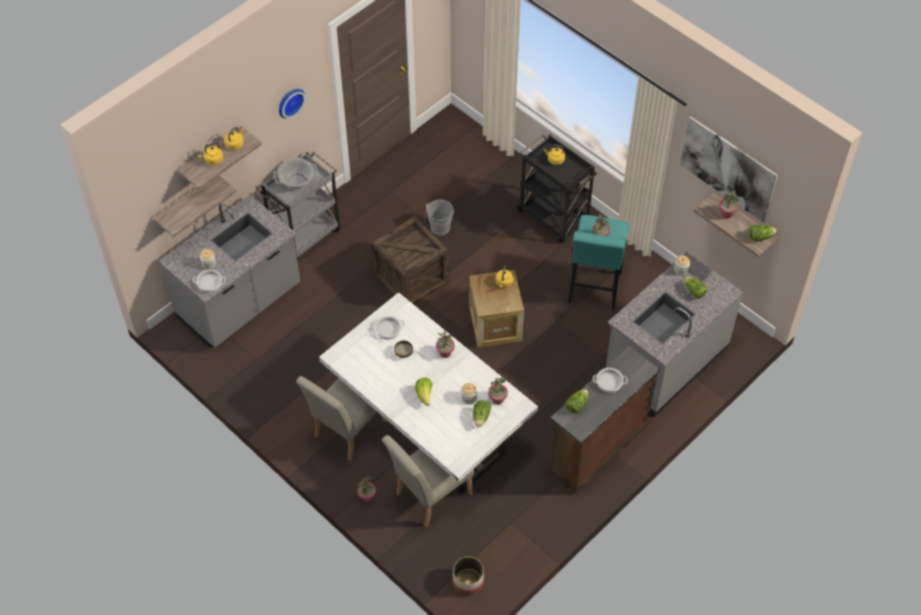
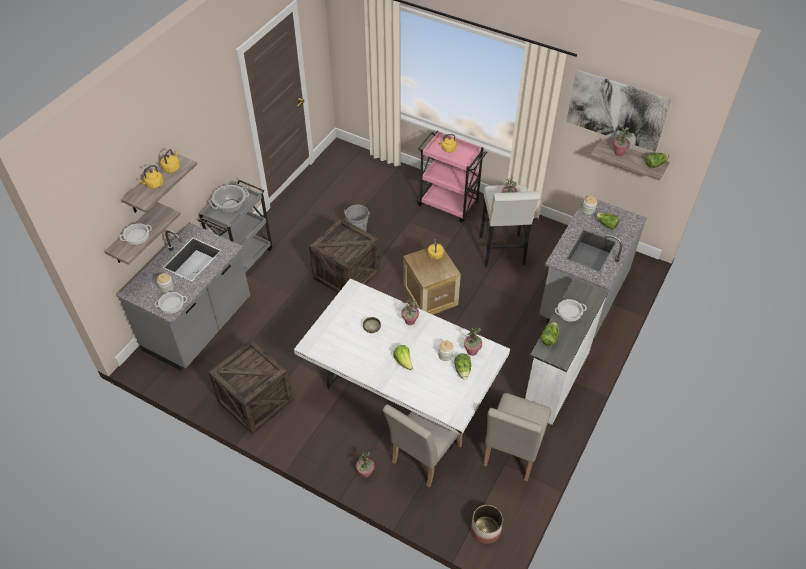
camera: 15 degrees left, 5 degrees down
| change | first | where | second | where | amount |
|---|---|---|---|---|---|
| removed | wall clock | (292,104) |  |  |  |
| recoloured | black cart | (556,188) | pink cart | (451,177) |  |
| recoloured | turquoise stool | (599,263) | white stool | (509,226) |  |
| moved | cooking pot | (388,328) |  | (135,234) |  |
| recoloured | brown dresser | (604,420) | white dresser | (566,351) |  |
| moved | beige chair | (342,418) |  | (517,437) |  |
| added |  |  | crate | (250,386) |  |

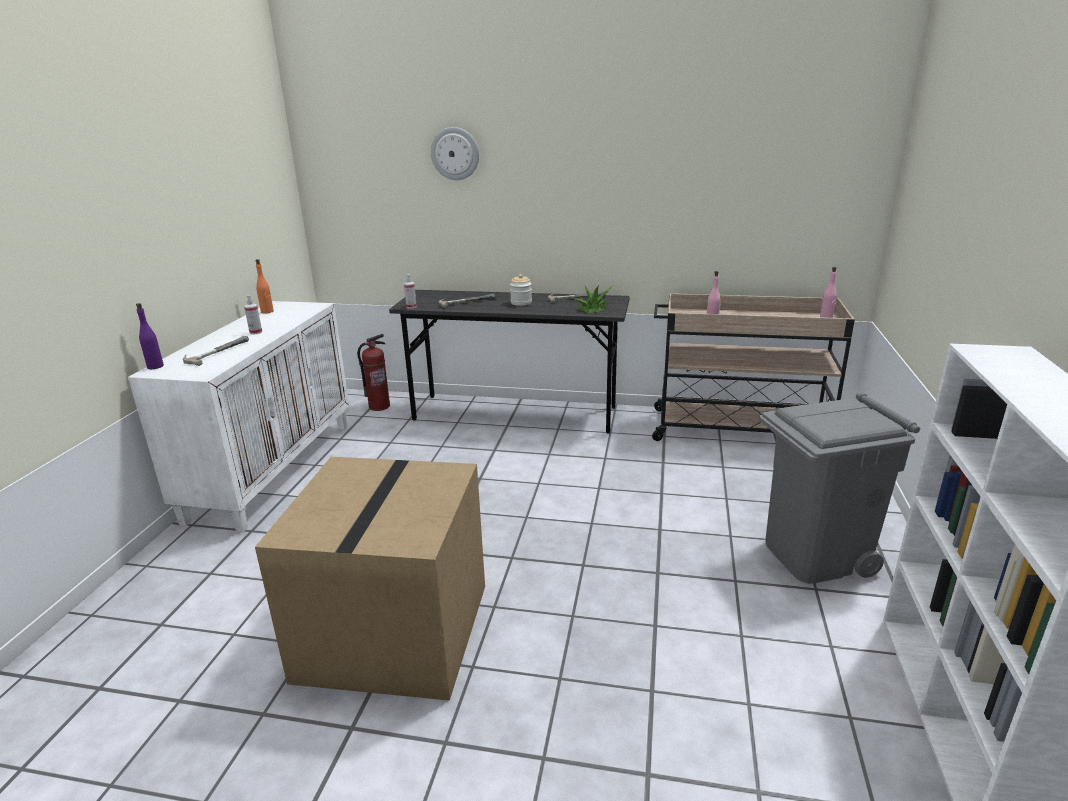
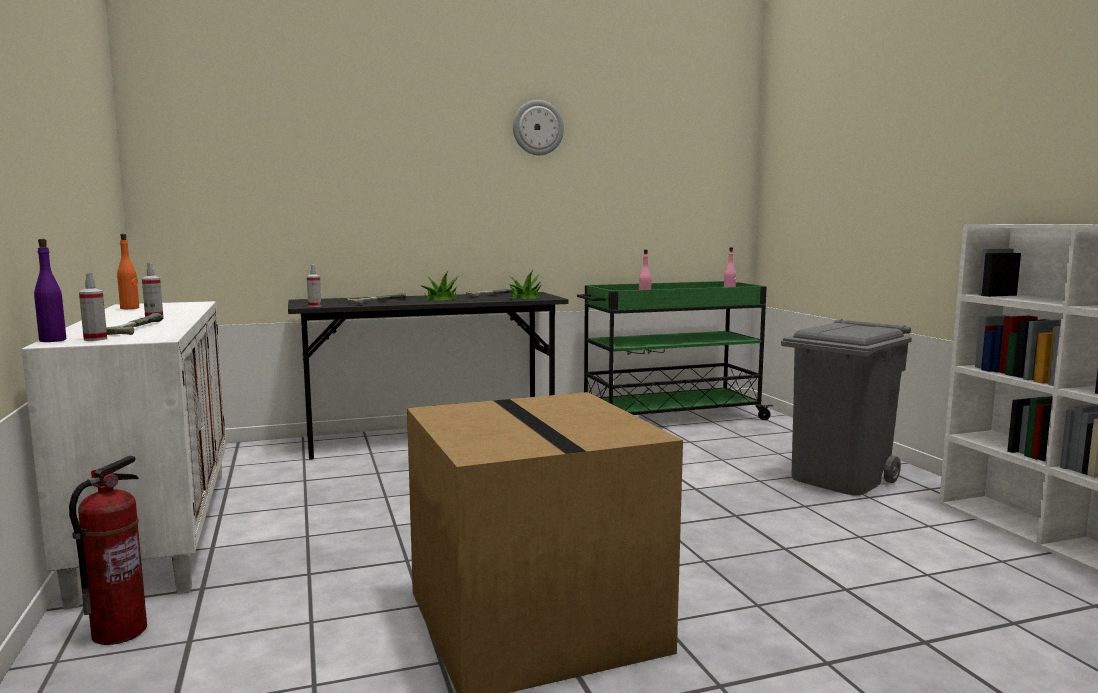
camera: 30 degrees left, 15 degrees down
| change | first | where | second | where | amount |
|---|---|---|---|---|---|
| moved | wall clock | (455,153) |  | (538,127) |  |
| replaced | jar | (521,290) | potted plant | (440,286) |  |
| recoloured | beige cart | (753,367) | green cart | (675,350) |  |
| moved | fire extinguisher | (373,372) |  | (108,550) |  |
| added |  |  | spray bottle | (93,307) |  |

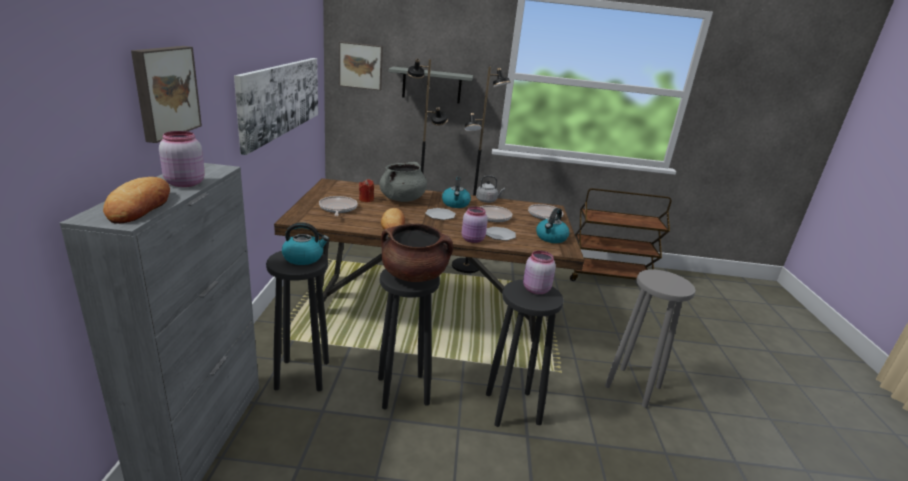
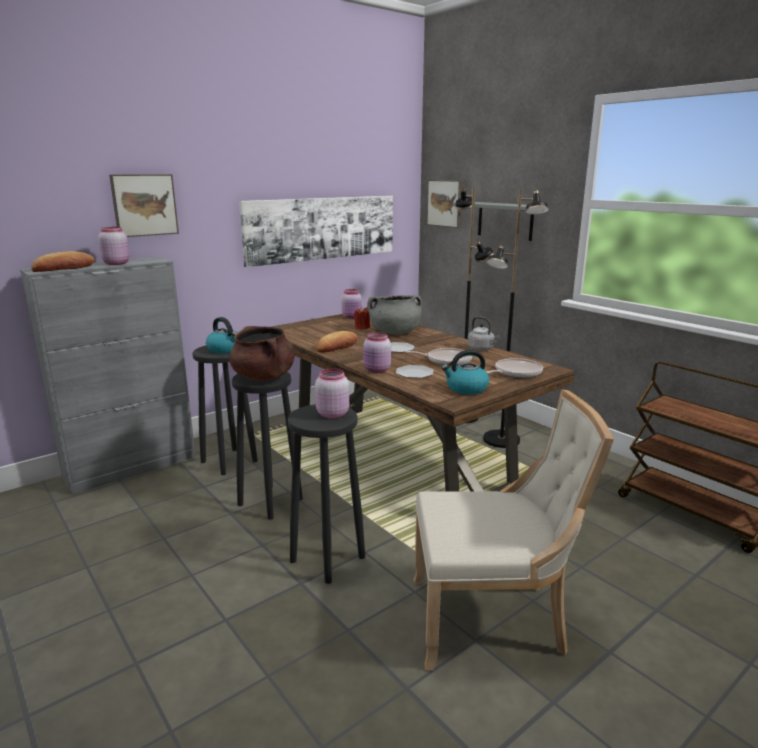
camera: 50 degrees right, 5 degrees down
| change | first | where | second | where | amount |
|---|---|---|---|---|---|
| removed | kettle | (456,192) |  |  |  |
| removed | frying pan | (338,206) |  |  |  |
| replaced | grey stool | (650,338) | beige chair | (514,530) |  |
| added |  |  | pink jar | (351,304) |  |

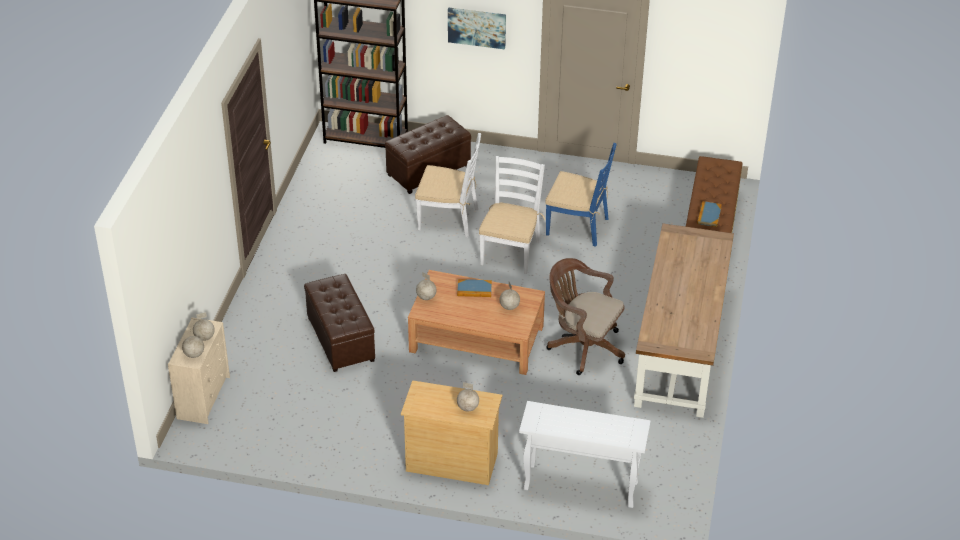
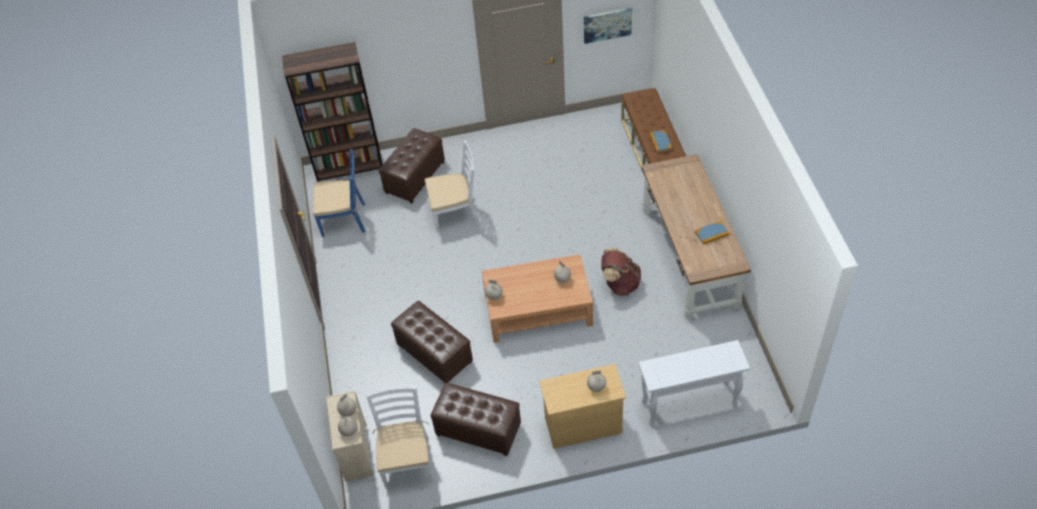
camera: 20 degrees left, 10 degrees up
| change | first | where | second | where | amount |
|---|---|---|---|---|---|
| moved | picture | (477,28) |  | (608,26) |  |
| moved | blue chair | (581,195) |  | (339,193) |  |
| moved | white chair | (512,215) |  | (399,438) |  |
| replaced | brown office chair | (586,316) | brown backpack | (621,272) |  |
| moved | book | (474,288) |  | (712,233) |  |
| added |  |  | brown ottoman | (476,419) |  |

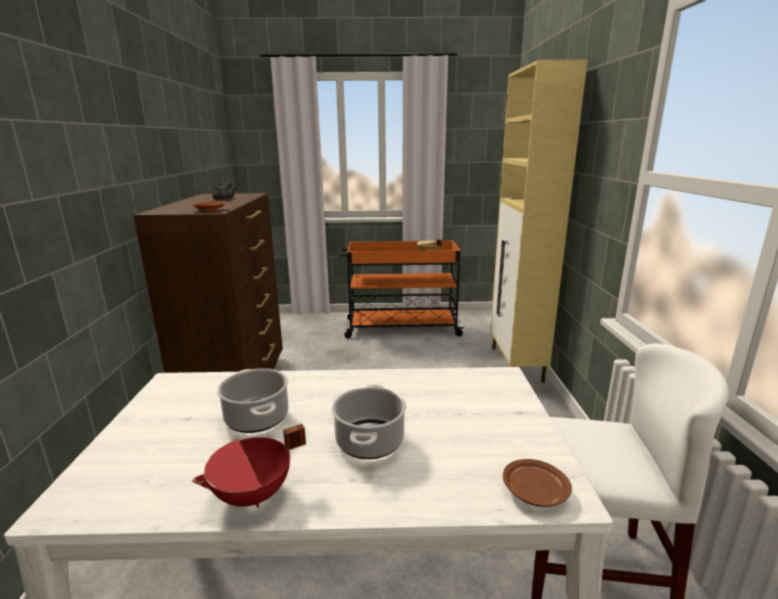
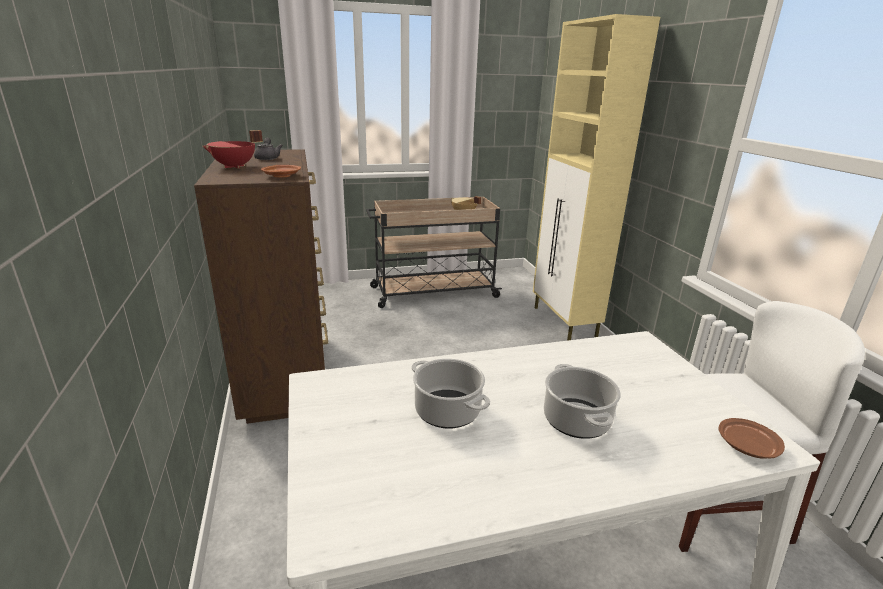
camera: 15 degrees left, 5 degrees up
| change | first | where | second | where | amount |
|---|---|---|---|---|---|
| recoloured | orange cart | (402,289) | beige cart | (434,252) |  |
| moved | red cooking pot | (249,466) |  | (233,149) |  |

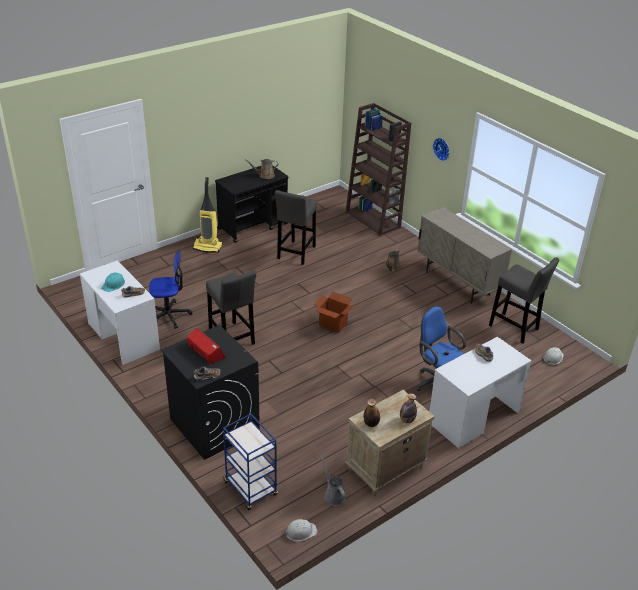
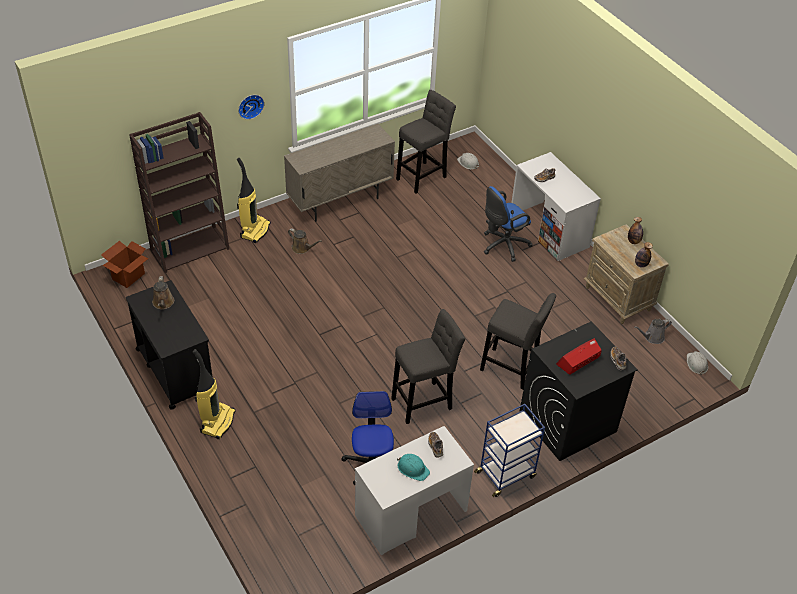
camera: 85 degrees left, 10 degrees up
| change | first | where | second | where | amount |
|---|---|---|---|---|---|
| moved | grey stool | (296,227) |  | (518,341) |  |
| moved | cardboard box | (334,312) |  | (124,264) |  |
| moved | blue cart | (250,462) |  | (509,450) |  |
| added |  |  | vacuum cleaner | (254,200) |  |

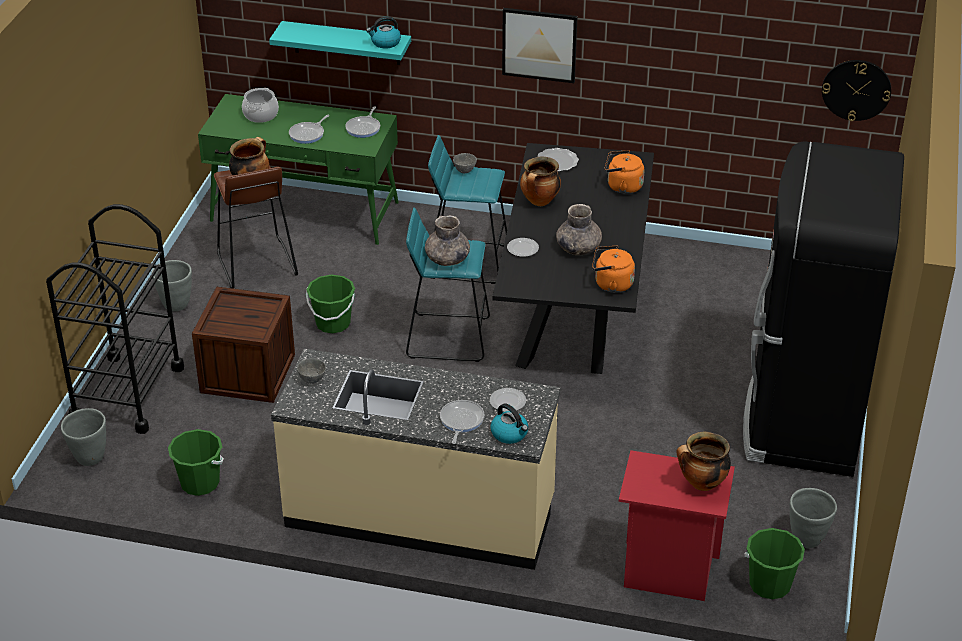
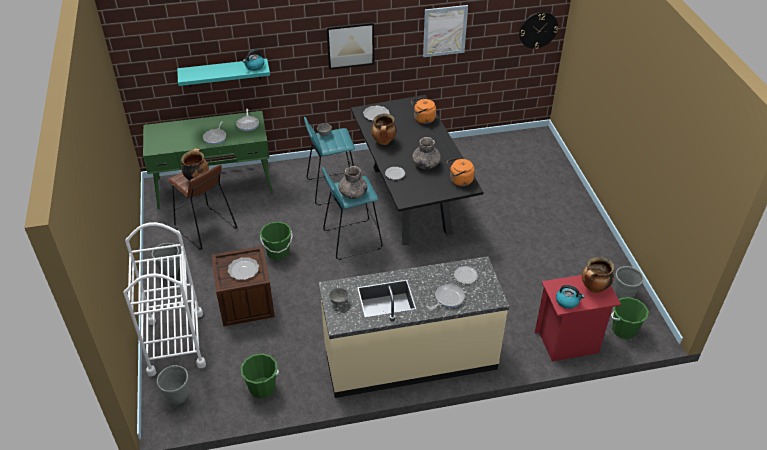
camera: 25 degrees left, 5 degrees up
| change | first | where | second | where | amount |
|---|---|---|---|---|---|
| removed | cooking pot | (260,105) |  |  |  |
| removed | black fridge | (823,309) |  |  |  |
| recoloured | black cart | (115,319) | white cart | (164,299) |  |
| turned | frying pan | (462,422) |  | (447,297) | 60 degrees clockwise |
| moved | kettle | (509,423) |  | (570,297) |  |
| added |  |  | picture | (445,31) |  |
| added |  |  | plate | (243,268) |  |

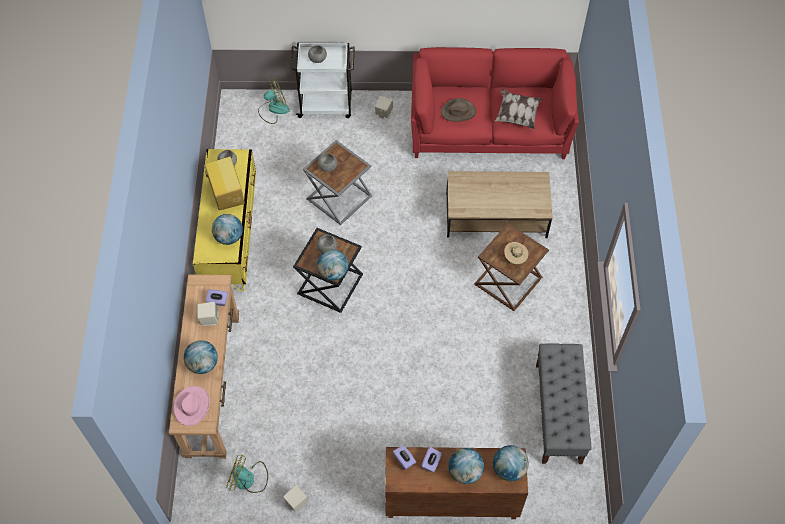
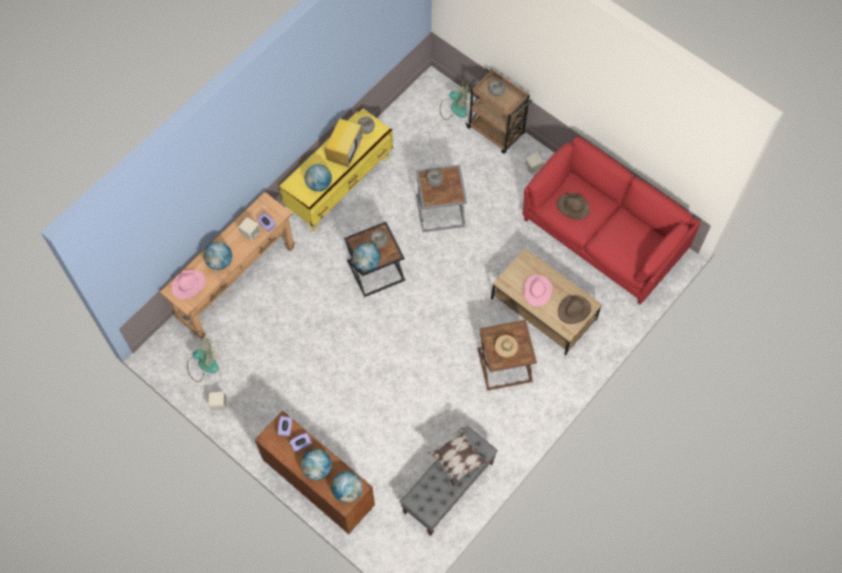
camera: 40 degrees right, 5 degrees up
| change | first | where | second | where | amount |
|---|---|---|---|---|---|
| recoloured | white cart | (322,80) | brown cart | (498,111) |  |
| moved | pillow | (518,109) |  | (457,457) |  |
| turned | fan | (247,474) |  | (203,359) | 120 degrees clockwise |
| added |  |  | pink hat | (537,290) |  |
| added |  |  | brown hat | (574,309) |  |

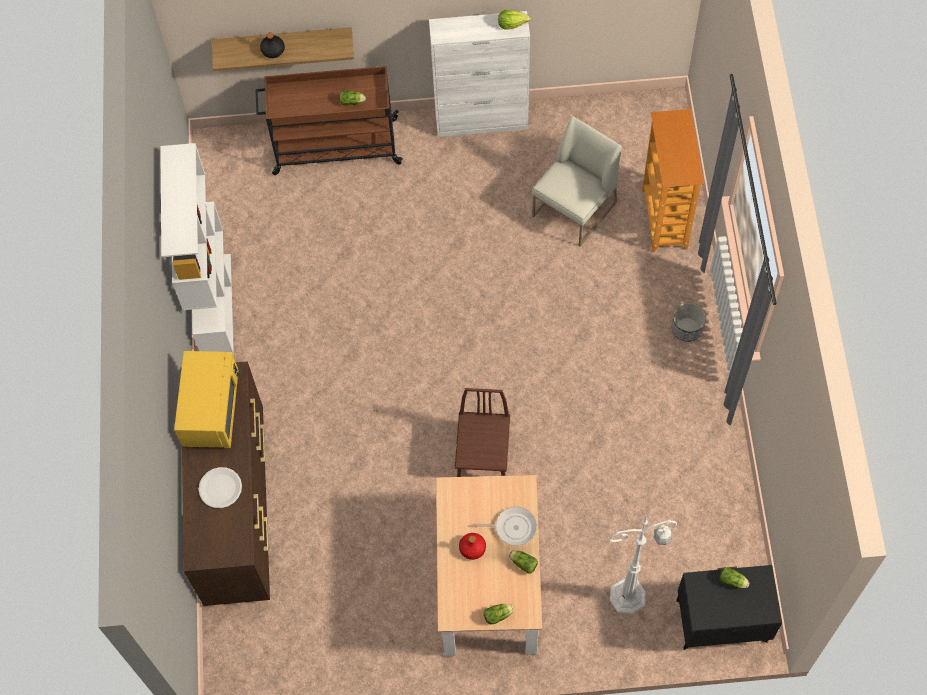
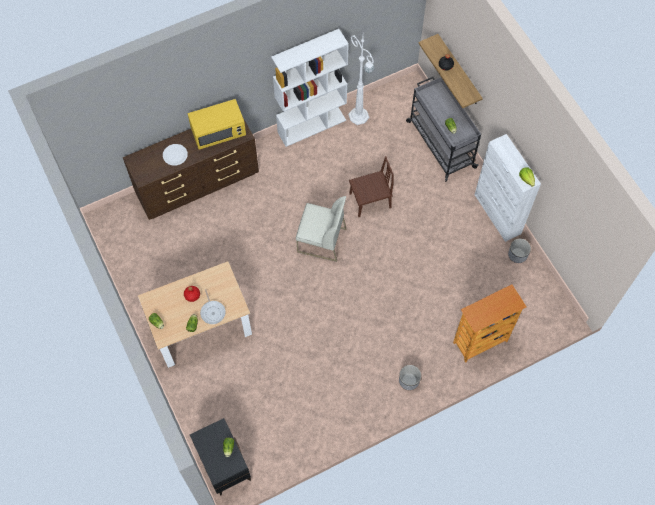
camera: 65 degrees right, 0 degrees up
| change | first | where | second | where | amount |
|---|---|---|---|---|---|
| recoloured | brown cart | (329,120) | grey cart | (443,129) |  |
| moved | white chair | (577,181) |  | (321,229) |  |
| moved | brown chair | (482,432) |  | (371,186) |  |
| moved | white floor lamp | (642,564) |  | (361,80) |  |
| added |  |  | planter | (519,251) |  |

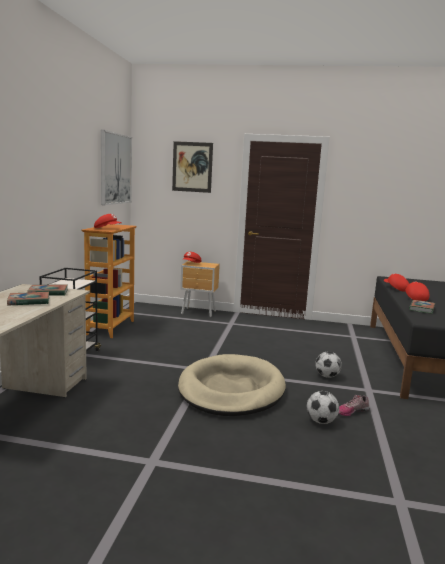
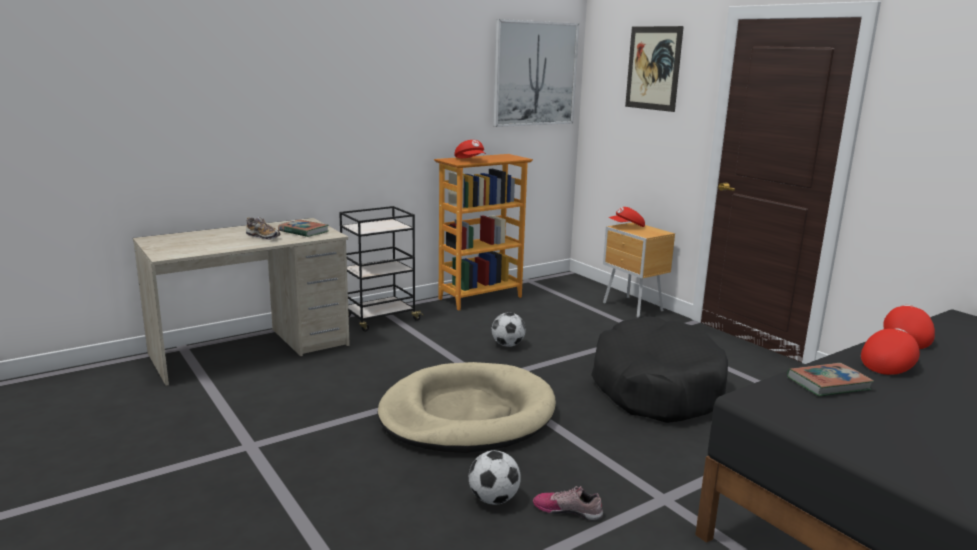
camera: 45 degrees right, 5 degrees up
| change | first | where | second | where | amount |
|---|---|---|---|---|---|
| replaced | book | (28,299) | shoe | (263,228) |  |
| moved | football | (328,365) |  | (509,330) |  |
| added |  |  | black dog bed | (659,370) |  |

